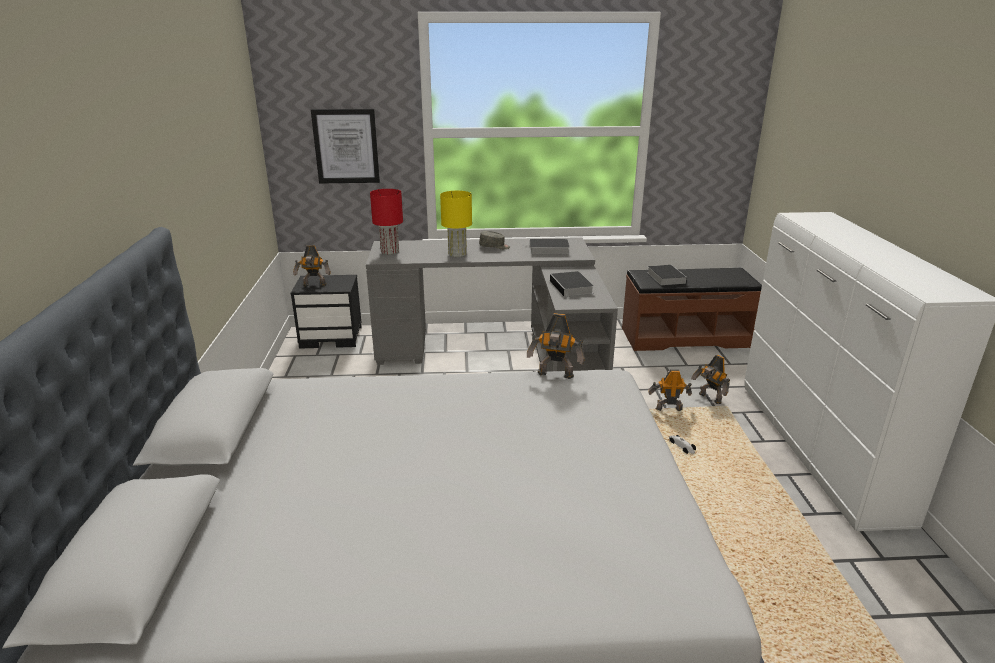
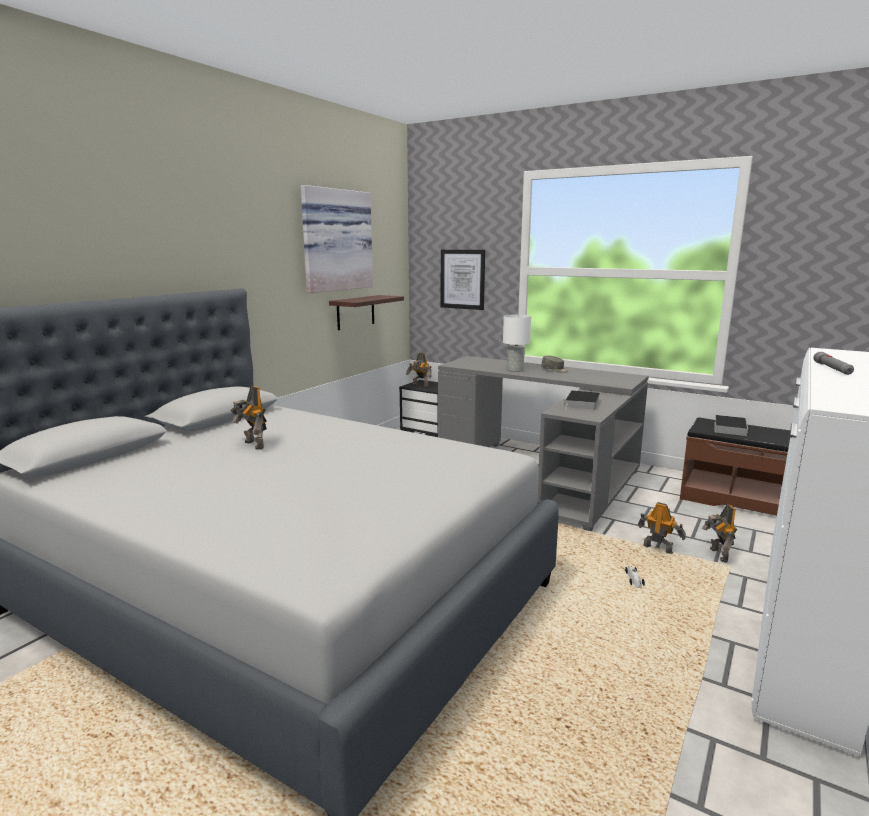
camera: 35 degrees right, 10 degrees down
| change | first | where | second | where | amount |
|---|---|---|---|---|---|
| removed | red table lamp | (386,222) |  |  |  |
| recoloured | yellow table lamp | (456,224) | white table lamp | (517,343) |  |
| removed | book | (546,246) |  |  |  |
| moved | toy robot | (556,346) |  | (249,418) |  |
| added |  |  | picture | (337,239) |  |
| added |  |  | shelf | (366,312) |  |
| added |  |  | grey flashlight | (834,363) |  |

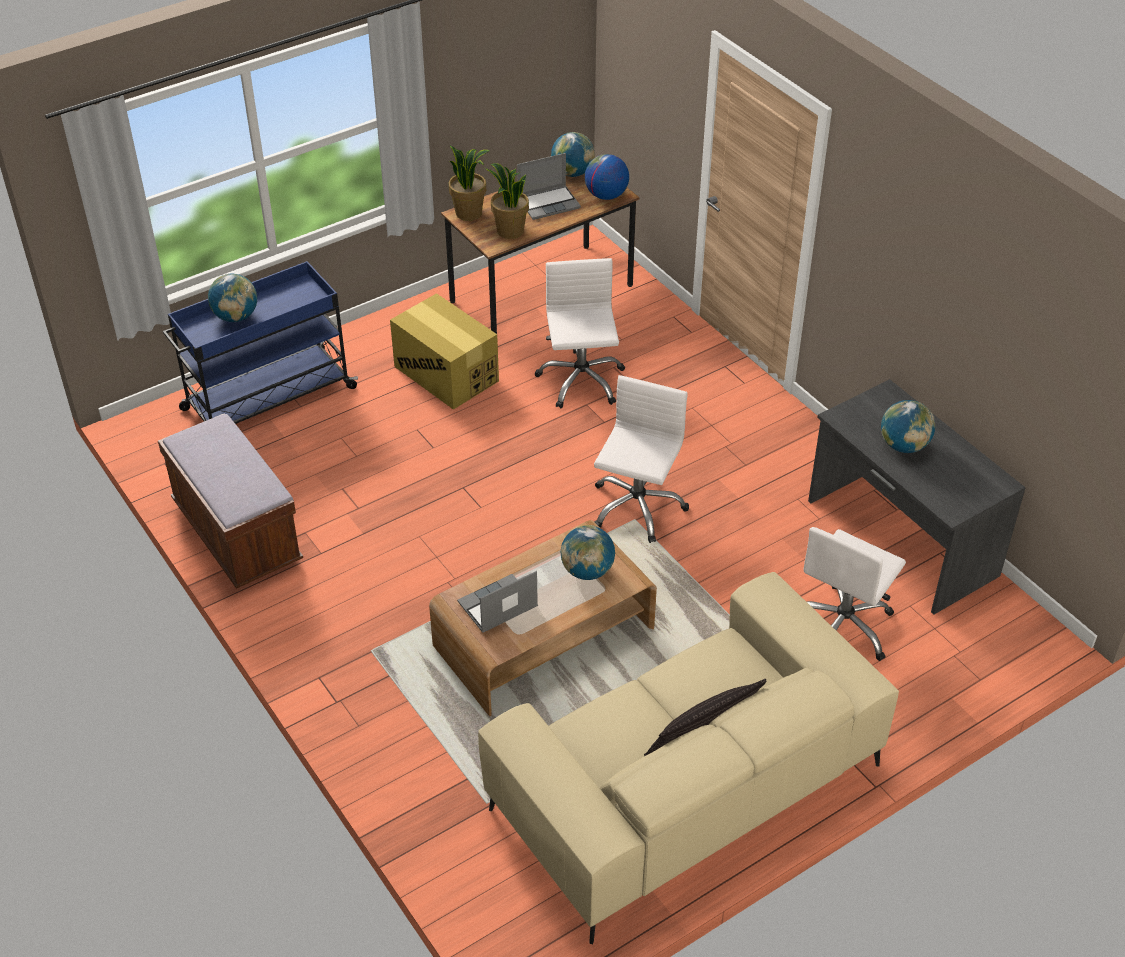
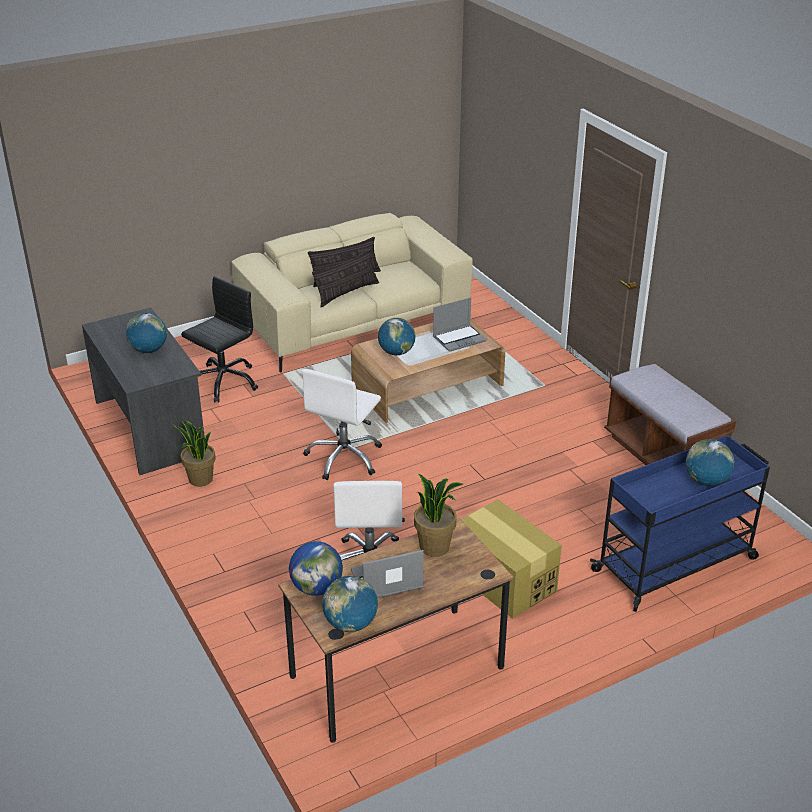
camera: 175 degrees left, 10 degrees down
| change | first | where | second | where | amount |
|---|---|---|---|---|---|
| moved | potted plant | (469,183) |  | (195,454) |  |
| recoloured | white office chair | (855,594) | black office chair | (219,339) |  |
| added |  |  | pillow | (345,278) |  |

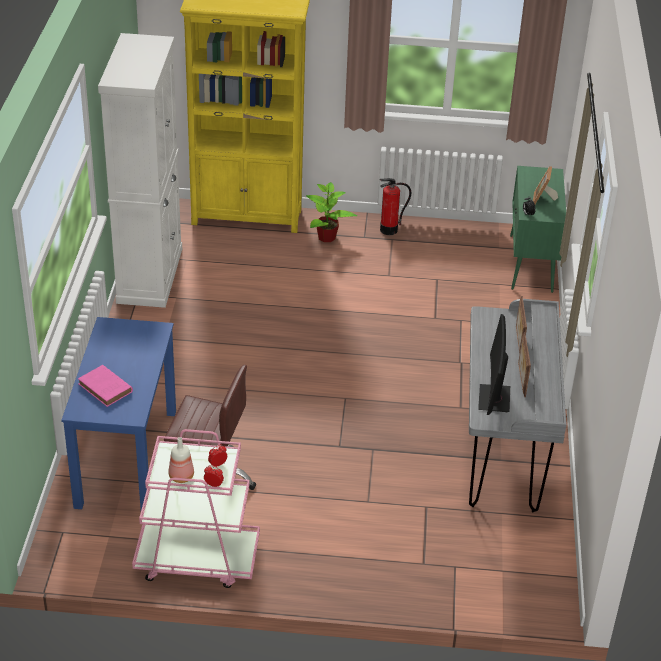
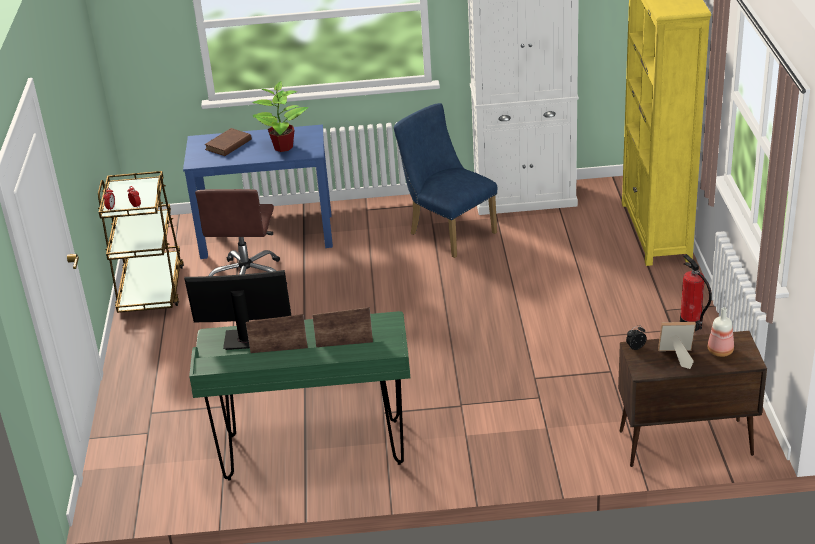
camera: 85 degrees right, 5 degrees down
| change | first | where | second | where | amount |
|---|---|---|---|---|---|
| recoloured | green cabinet | (538,229) | brown cabinet | (692,399) |  |
| moved | potted plant | (331,212) |  | (280,116) |  |
| recoloured | grey desk | (517,406) | green desk | (299,396) |  |
| recoloured | pink book | (105,386) | brown book | (228,142) |  |
| recoloured | pink cart | (196,508) | brown cart | (141,242) |  |
| moved | bottle | (181,460) |  | (721,332) |  |
| added |  |  | blue chair | (445,180) |  |

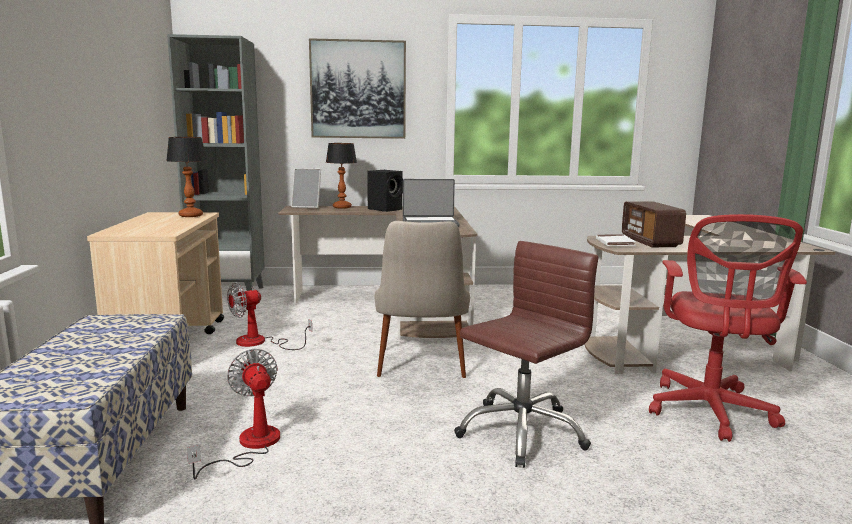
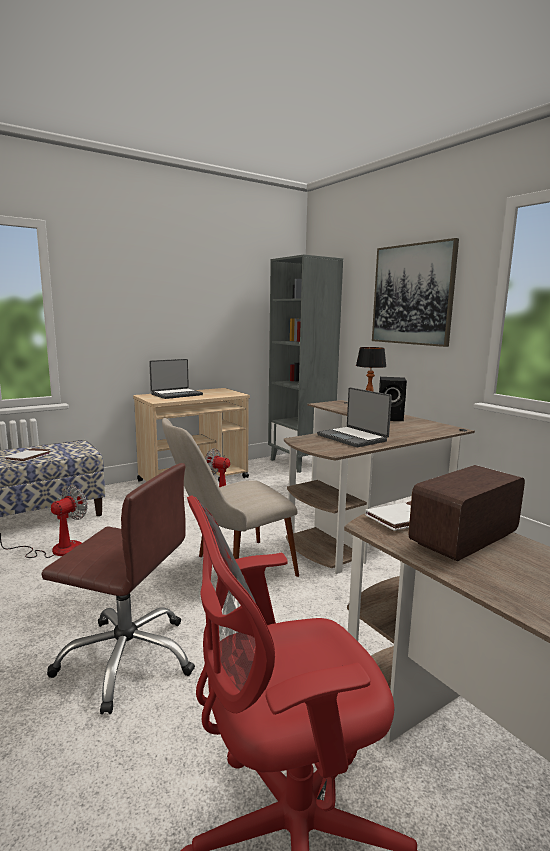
camera: 60 degrees right, 0 degrees up
| change | first | where | second | where | amount |
|---|---|---|---|---|---|
| removed | table lamp | (186,177) |  |  |  |
| removed | picture frame | (306,188) |  |  |  |
| added |  |  | laptop | (176,379) |  |
| added |  |  | white book | (28,455) |  |

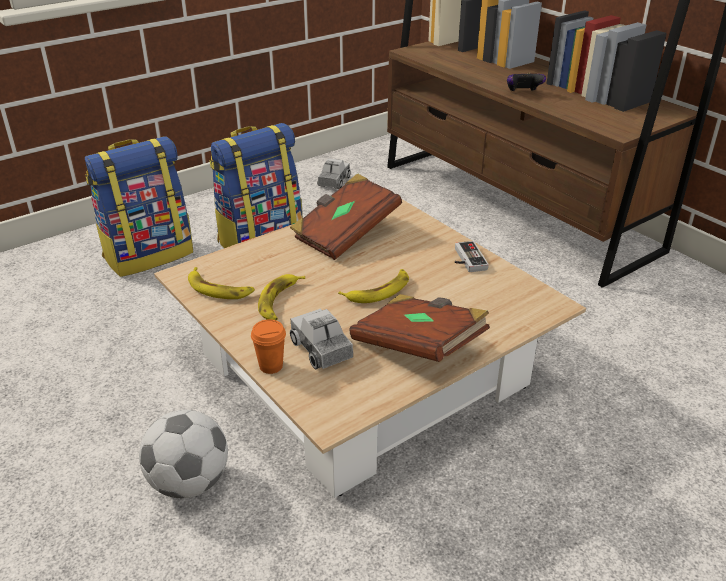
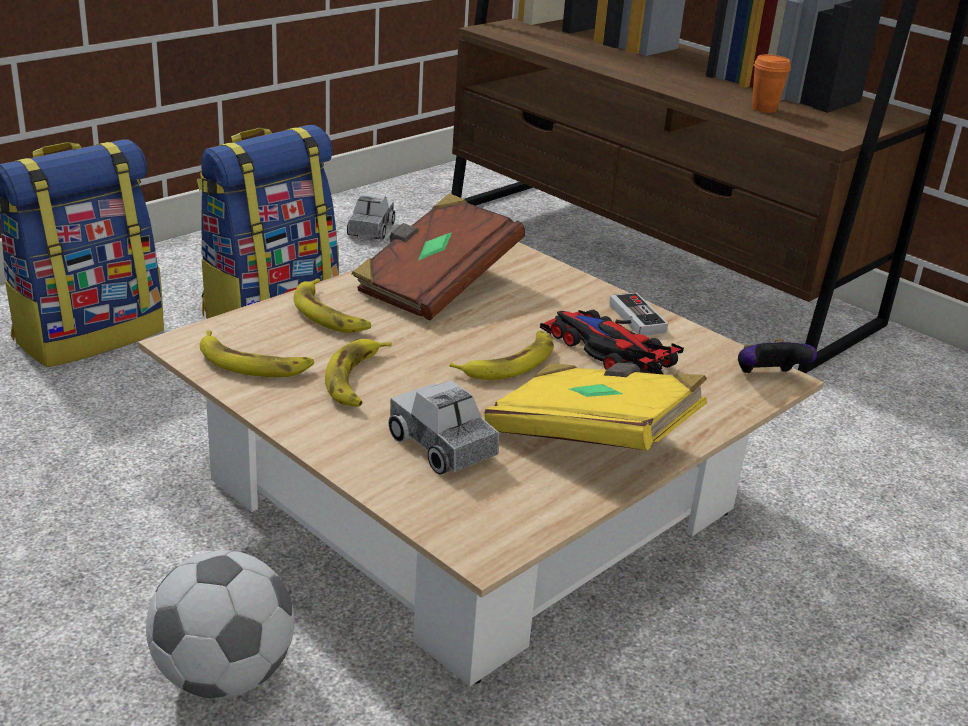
camera: 10 degrees left, 5 degrees down
| change | first | where | second | where | amount |
|---|---|---|---|---|---|
| moved | game controller | (526,82) |  | (777,355) |  |
| recoloured | brown book | (419,328) | yellow book | (595,406) |  |
| moved | orange cup | (268,346) |  | (771,83) |  |
| added |  |  | banana | (332,306) |  |
| added |  |  | toy car | (611,342) |  |

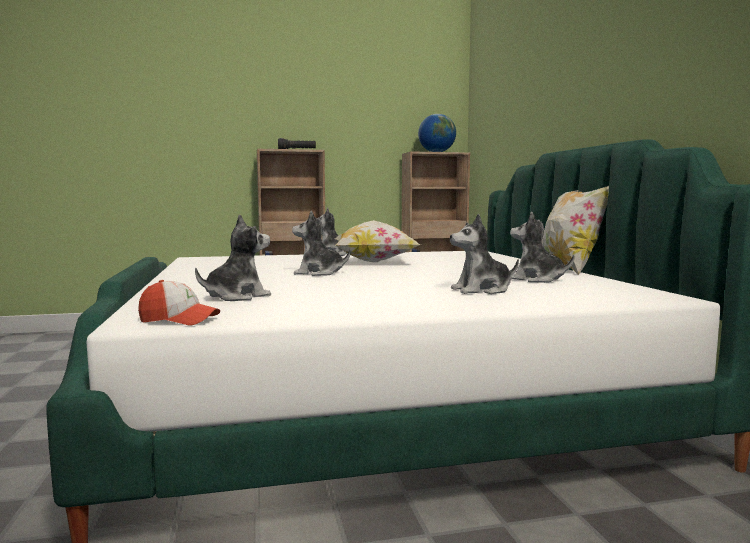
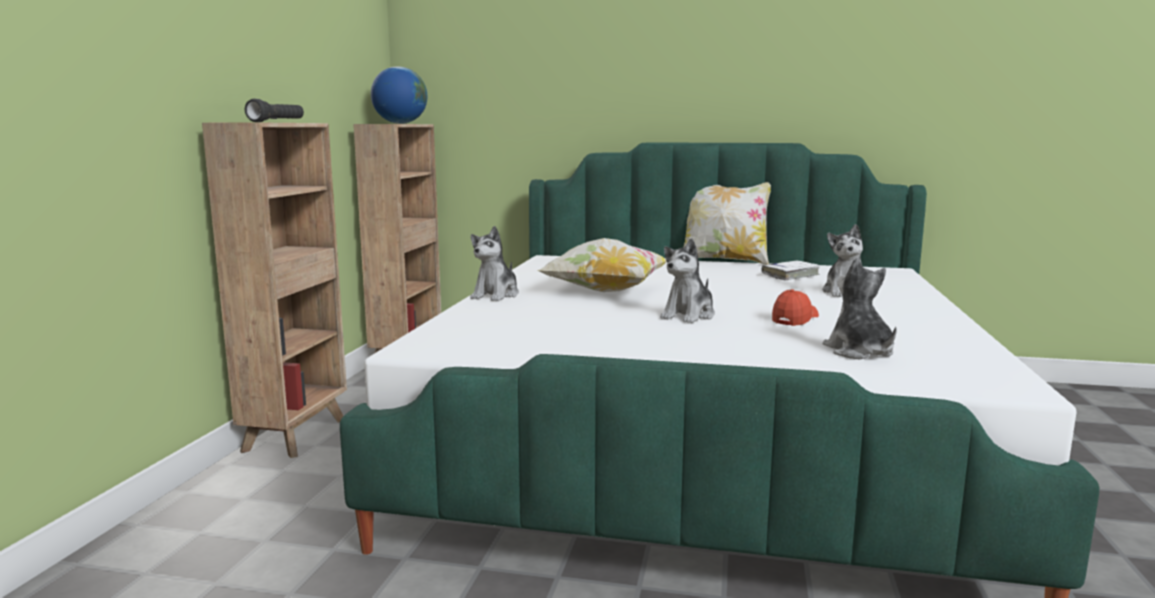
camera: 65 degrees left, 5 degrees up
| change | first | where | second | where | amount |
|---|---|---|---|---|---|
| replaced | plush toy | (542,247) | white book | (791,270) |  |
| moved | cap | (179,303) |  | (795,307) |  |

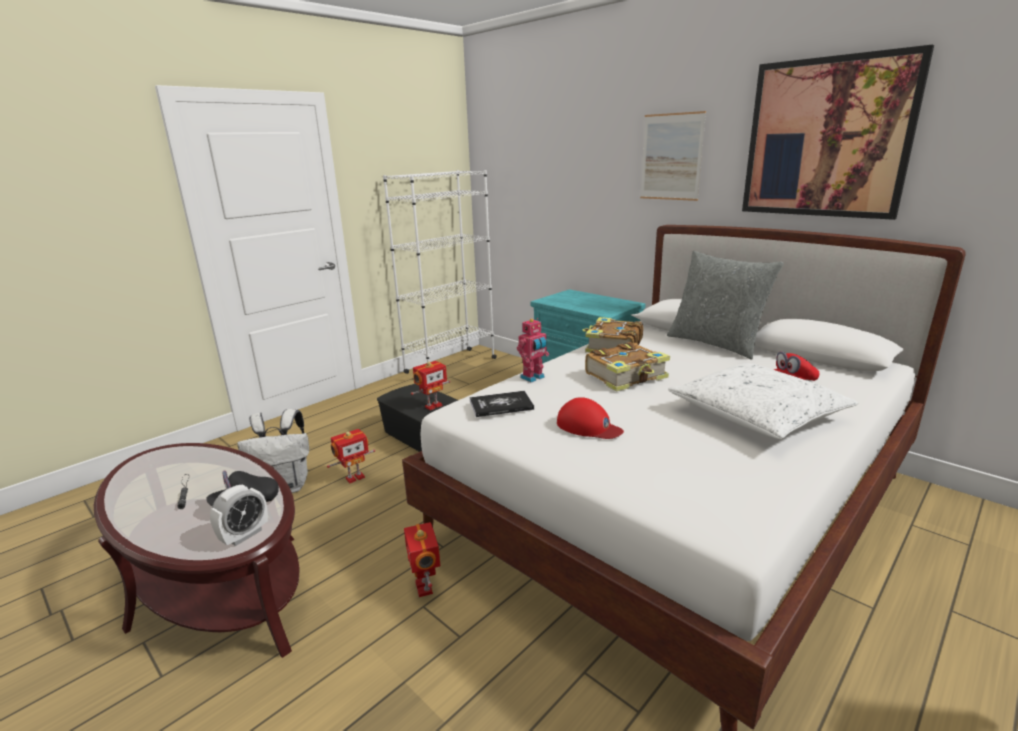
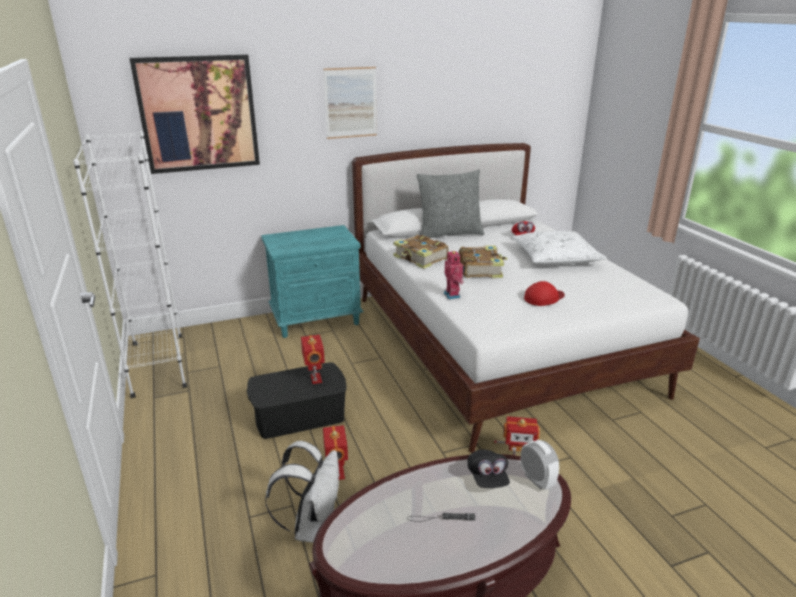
camera: 65 degrees left, 5 degrees up
| change | first | where | second | where | amount |
|---|---|---|---|---|---|
| moved | picture | (838,132) |  | (194,114) |  |
| removed | book | (502,404) |  |  |  |

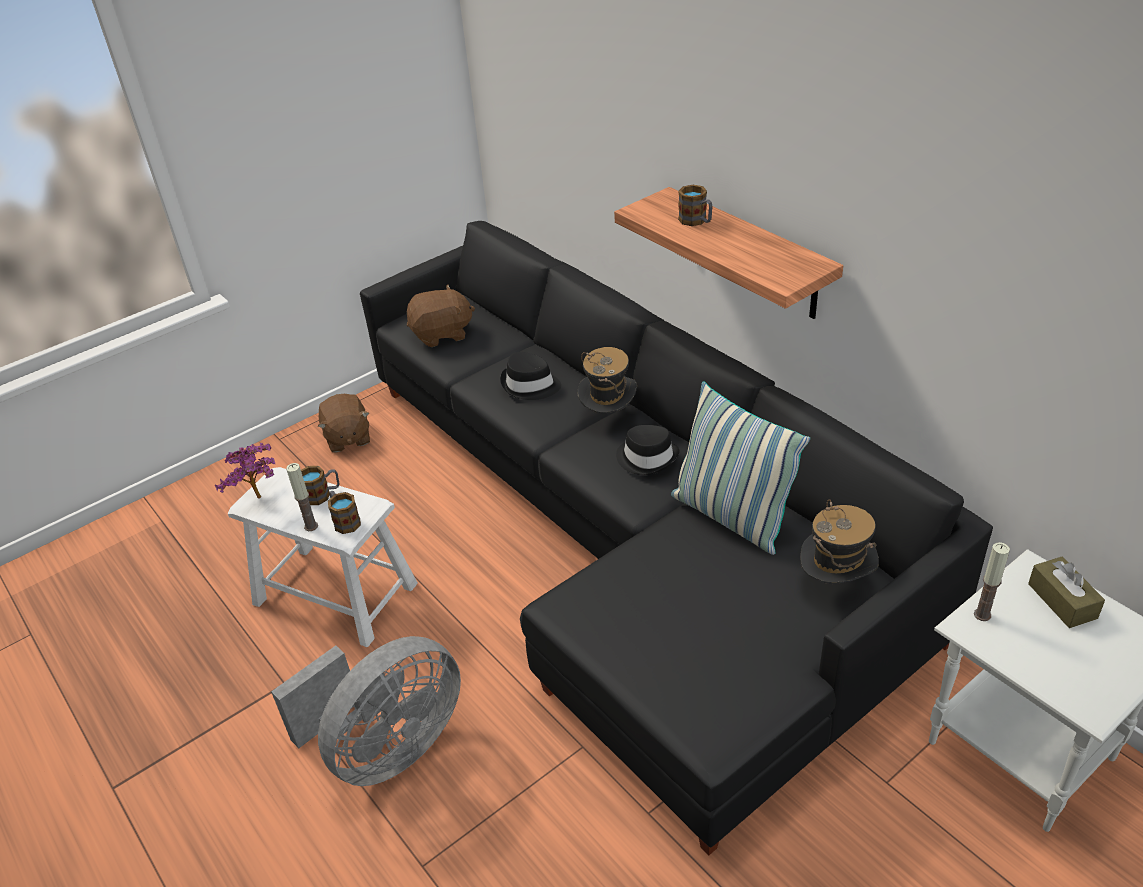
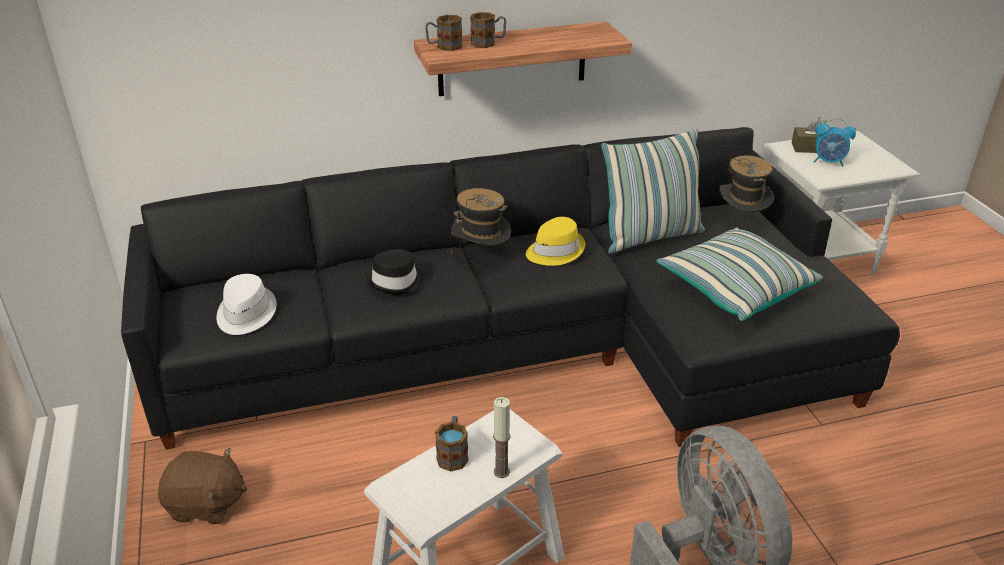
camera: 70 degrees left, 5 degrees down
| change | first | where | second | where | amount |
|---|---|---|---|---|---|
| replaced | brown plush toy | (441,316) | white hat | (246,304) |  |
| recoloured | black hat | (647,450) | yellow hat | (555,241) |  |
| removed | potted plant | (245,470) |  |  |  |
| moved | mug | (344,512) |  | (444,33) |  |
| removed | candle | (992,581) |  |  |  |
| added |  |  | alarm clock | (835,142) |  |
| added |  |  | pillow | (739,274) |  |

